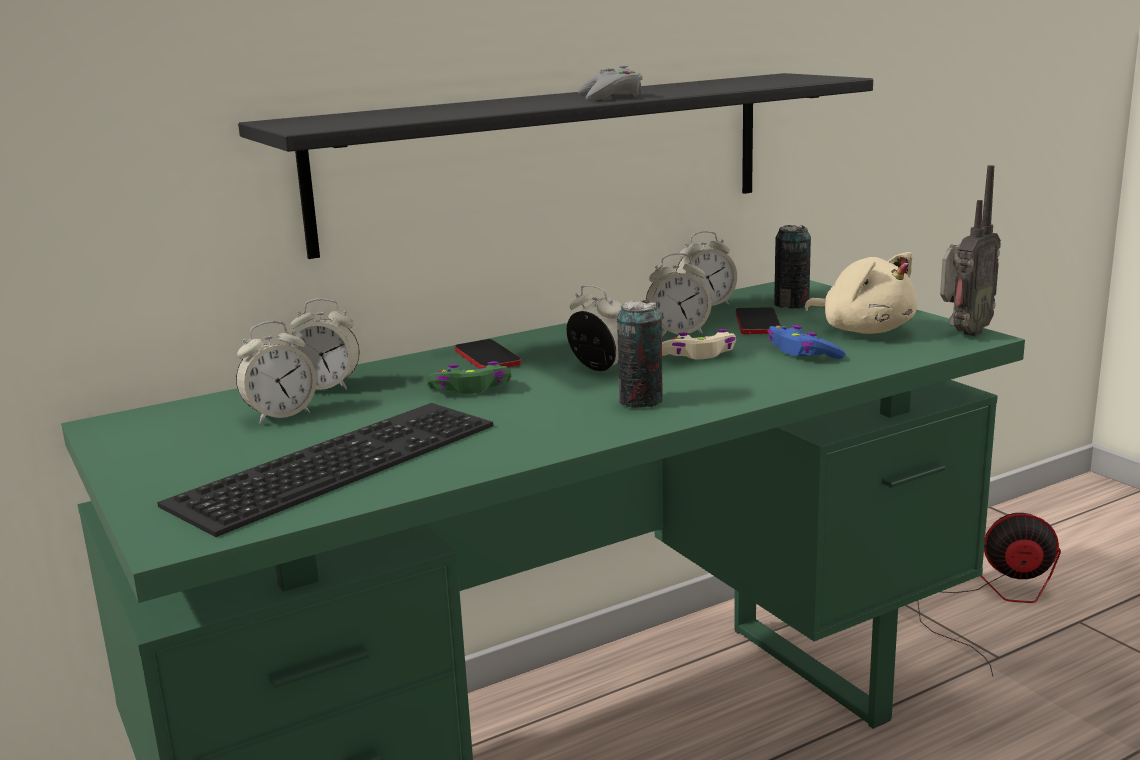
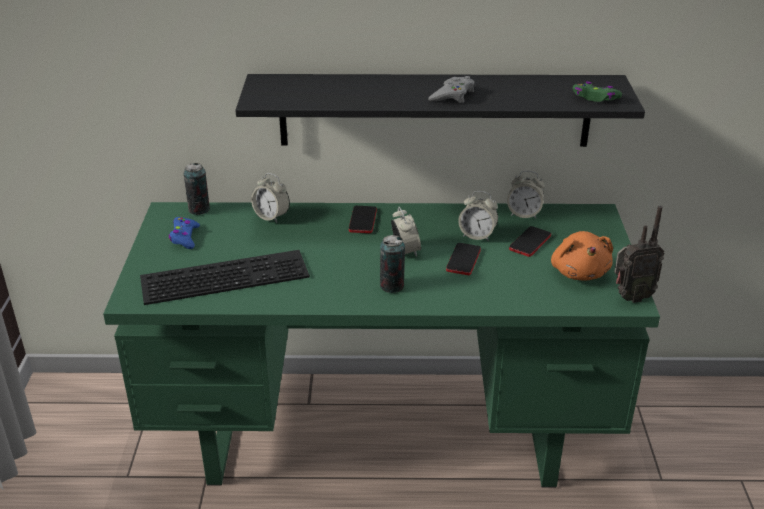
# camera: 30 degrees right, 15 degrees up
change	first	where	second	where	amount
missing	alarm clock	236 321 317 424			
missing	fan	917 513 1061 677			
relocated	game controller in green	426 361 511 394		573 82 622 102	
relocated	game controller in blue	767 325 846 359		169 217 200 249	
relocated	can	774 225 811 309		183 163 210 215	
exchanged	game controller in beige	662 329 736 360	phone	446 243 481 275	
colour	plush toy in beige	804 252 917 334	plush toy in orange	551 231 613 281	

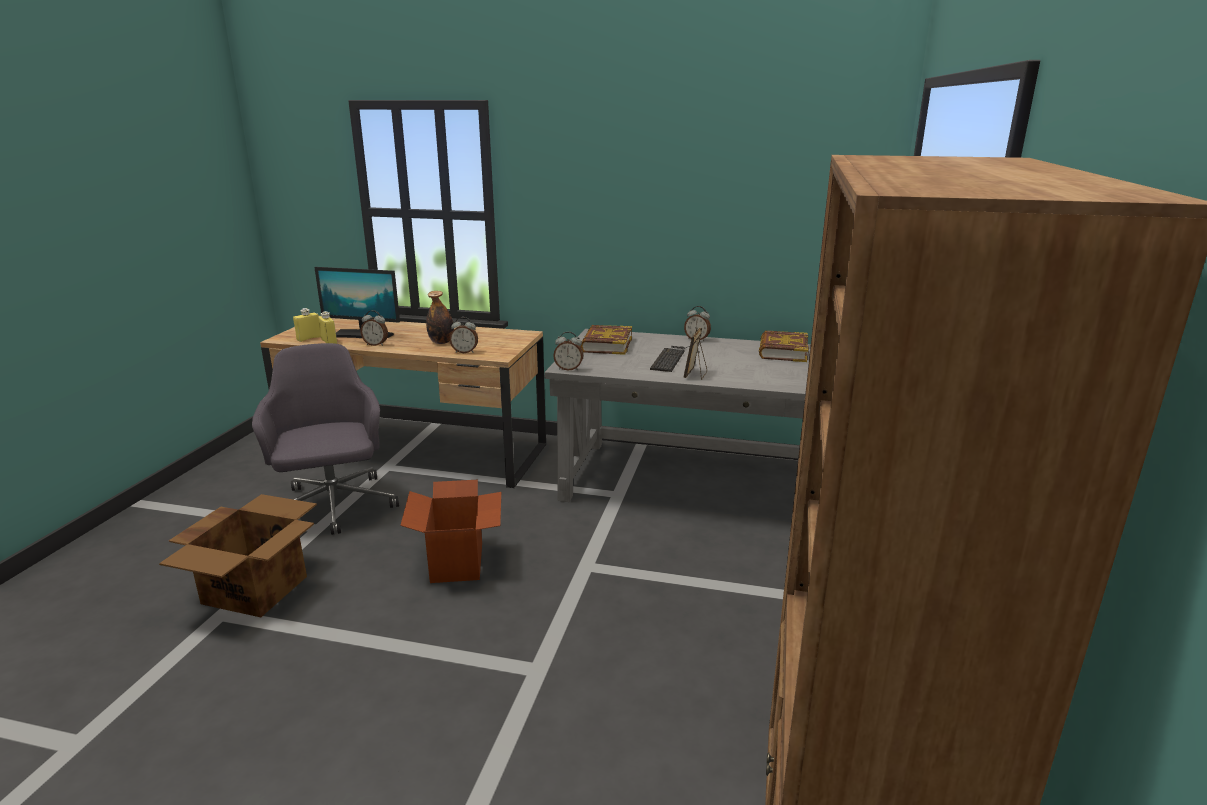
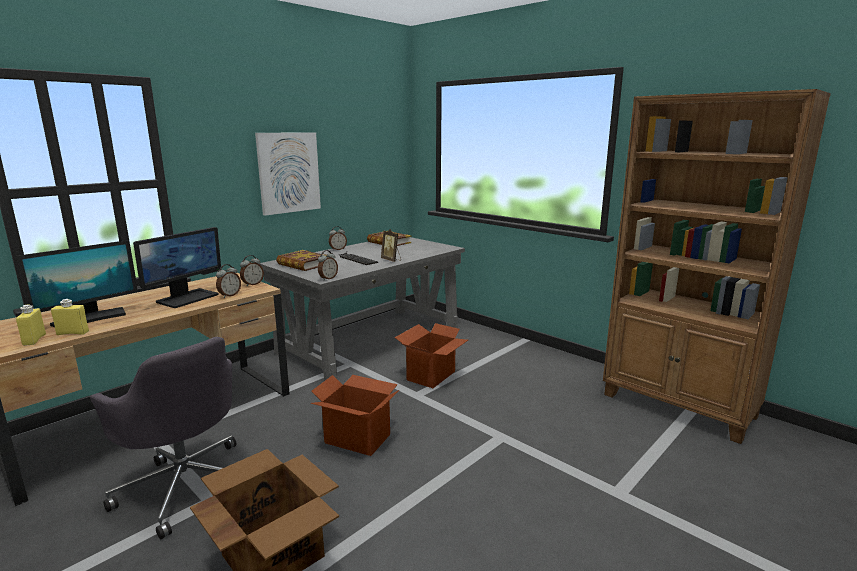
# camera: 60 degrees left, 5 degrees down
change	first	where	second	where	amount
appeared			picture	255 132 321 216	
appeared			cardboard box	395 323 468 388	
relocated	alarm clock	360 310 388 346		240 255 264 286	
exchanged	bottle	426 291 454 344	monitor	133 227 221 308	
spun	office chair in grey	252 343 399 535		90 337 237 539	150 degrees counterclockwise

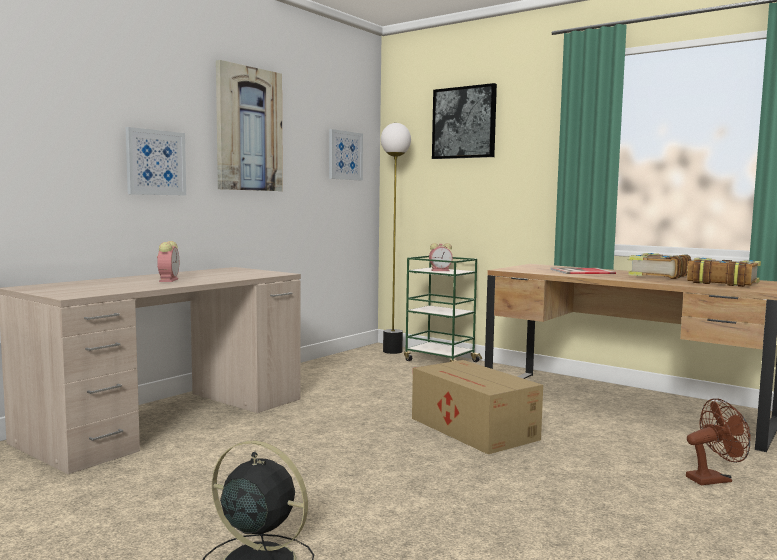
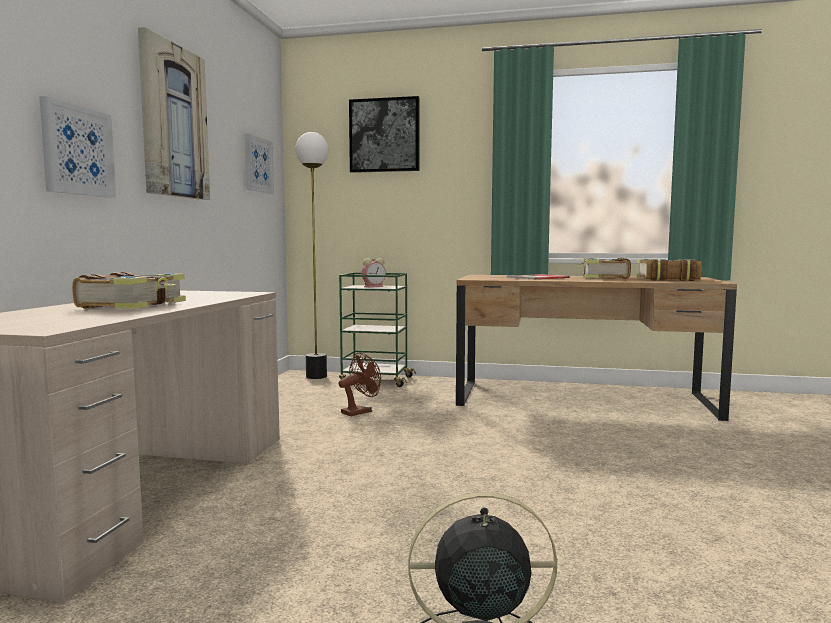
# camera: 25 degrees left, 0 degrees up
change	first	where	second	where	amount
missing	cardboard box	412 360 543 454			
relocated	fan in brown	686 398 751 485		338 352 381 416	
exchanged	alarm clock	157 241 179 282	book	72 272 186 309	

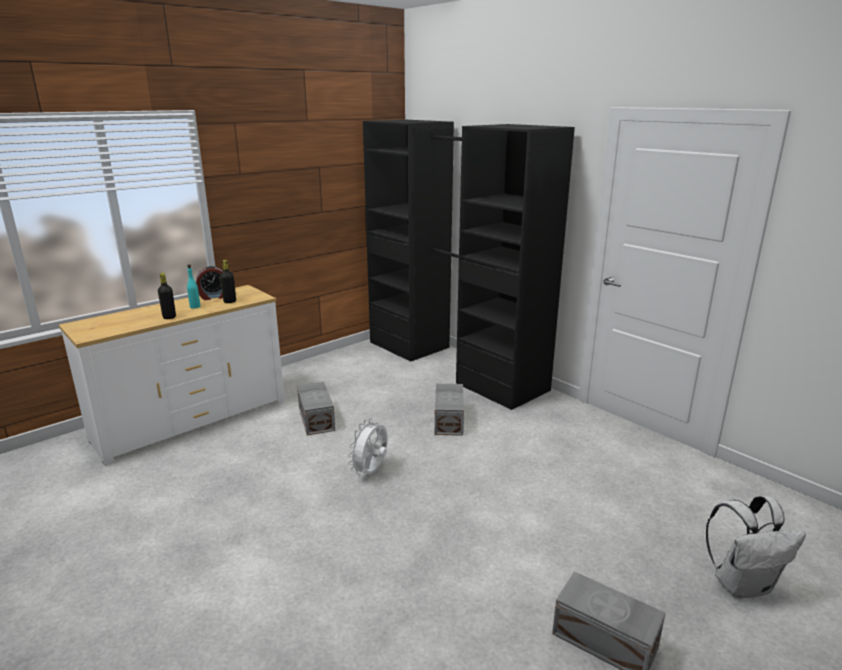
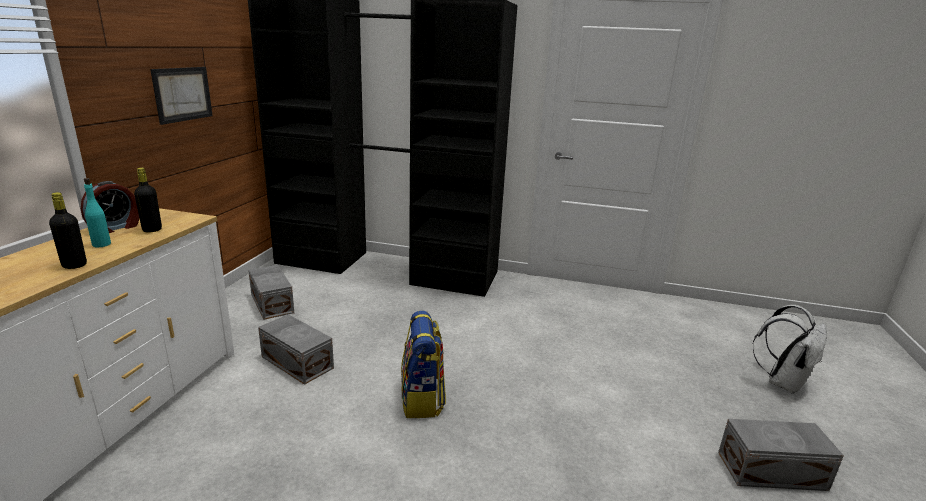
# camera: 35 degrees left, 0 degrees up
change	first	where	second	where	amount
appeared			picture	150 67 213 125	
relocated	storage box in grey	434 384 464 436		248 265 294 320	
exchanged	fan in white	348 418 388 475	backpack	401 311 446 418	

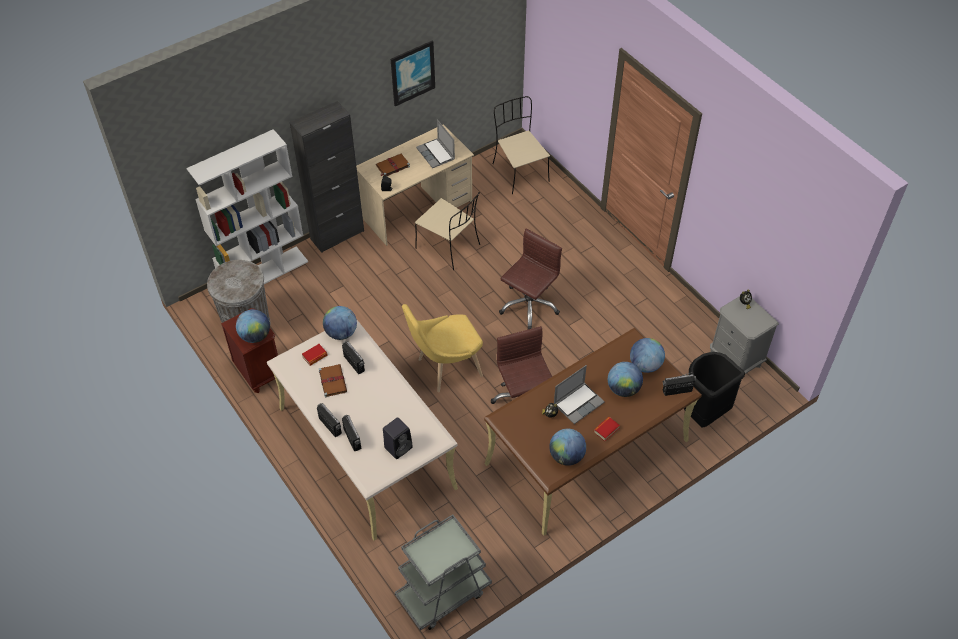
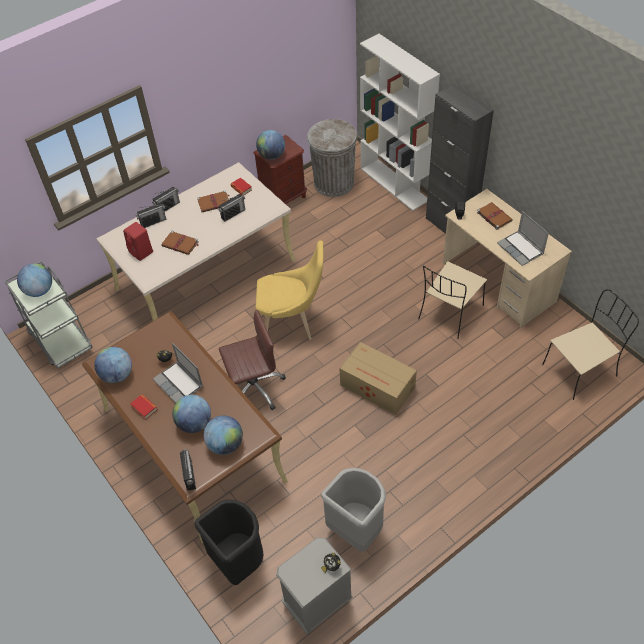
# camera: 90 degrees right, 0 degrees up
change	first	where	second	where	amount
missing	picture	391 40 435 106			
appeared			book in brown	161 231 199 255	
appeared			trash can in grey	321 468 386 552	
relocated	globe	323 306 357 340		17 263 52 297	
exchanged	office chair in brown	499 229 562 329	cardboard box	340 342 417 415	
colour	speaker in black	383 417 413 459	speaker in red	123 222 153 261	
spun	chair in yellow	402 304 483 392		255 240 323 340	120 degrees clockwise
spun	laptop	416 119 455 168		497 211 549 266	90 degrees counterclockwise

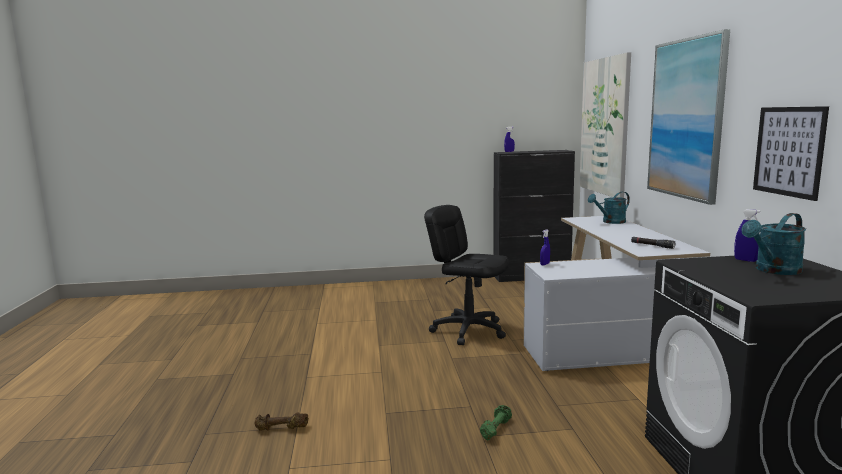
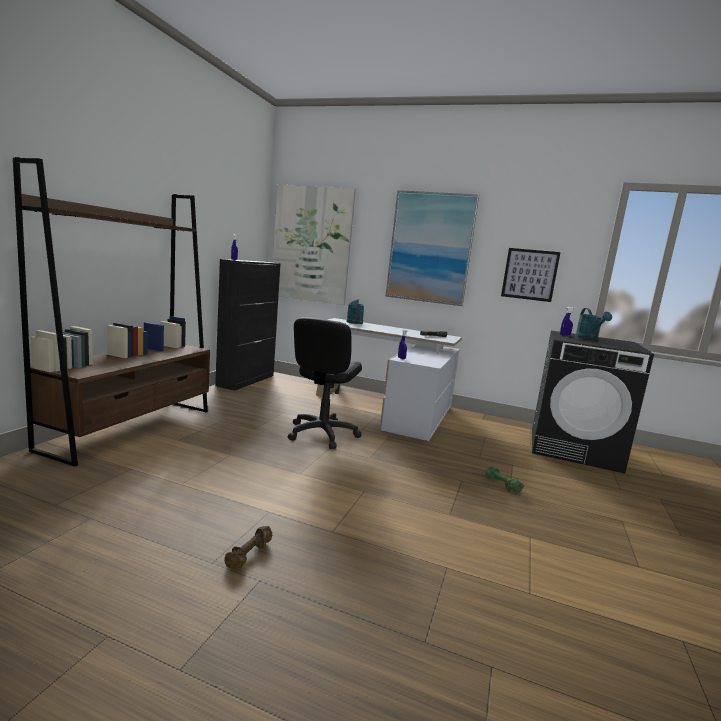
# camera: 65 degrees left, 0 degrees up
change	first	where	second	where	amount
appeared			bookcase in brown	13 157 210 467	
relocated	dumbbell in brown	254 412 309 431		224 526 272 569	
spun	office chair in black	424 205 509 345		288 317 362 449	45 degrees counterclockwise

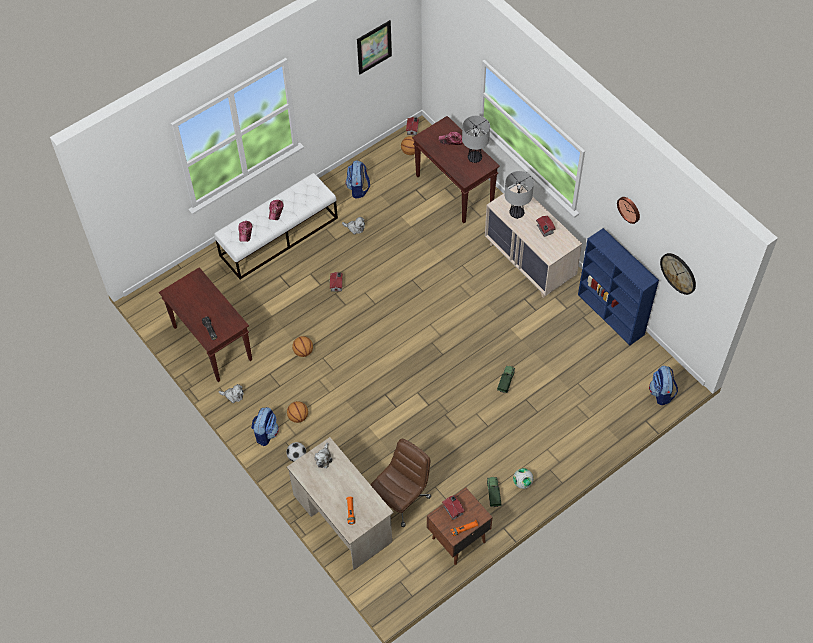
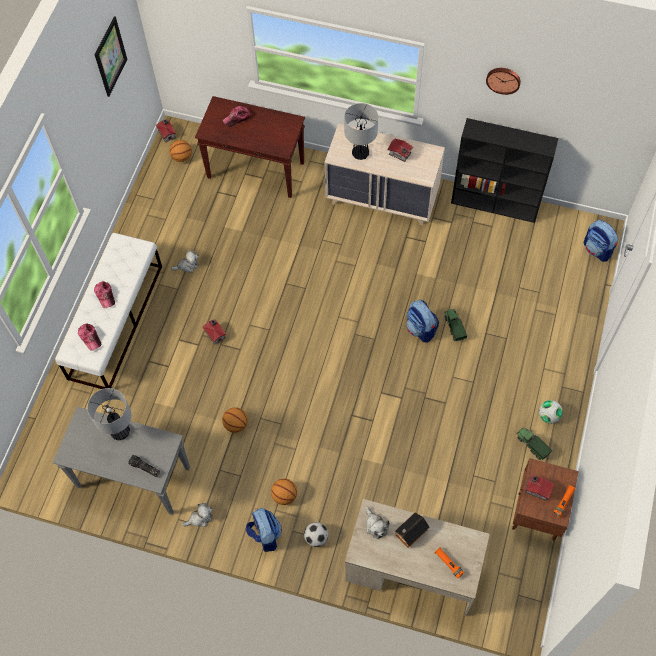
# camera: 35 degrees left, 5 degrees up
change	first	where	second	where	amount
missing	office chair in brown	370 439 431 527			
missing	wall clock	660 253 696 295			
appeared			toy house	394 513 430 548	
relocated	backpack	345 160 370 199		406 300 439 342	
relocated	table lamp	462 116 490 163		87 388 132 440	
colour	console table in brown	159 267 252 382	console table in grey	53 407 190 515	
colour	bookcase in blue	578 228 659 345	bookcase in black	451 118 558 223	

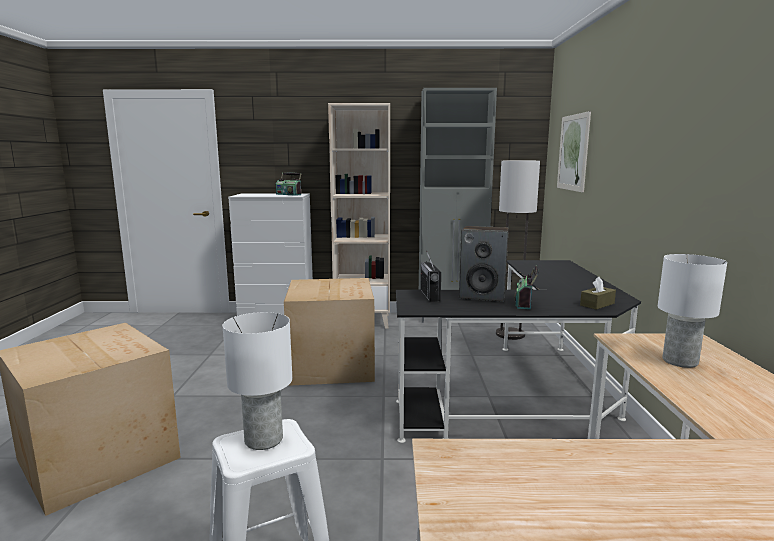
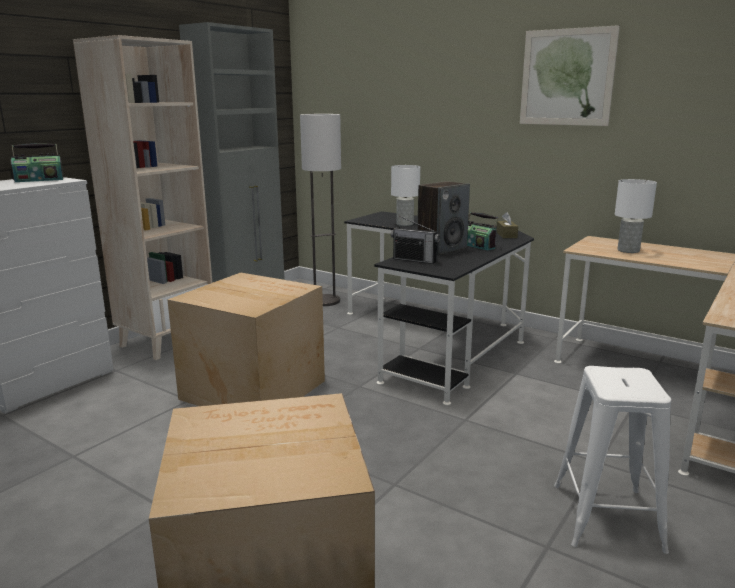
# camera: 55 degrees left, 5 degrees up
change	first	where	second	where	amount
relocated	table lamp in white	223 312 292 450		391 165 420 226	
relocated	picture	557 111 591 192		520 25 620 126	

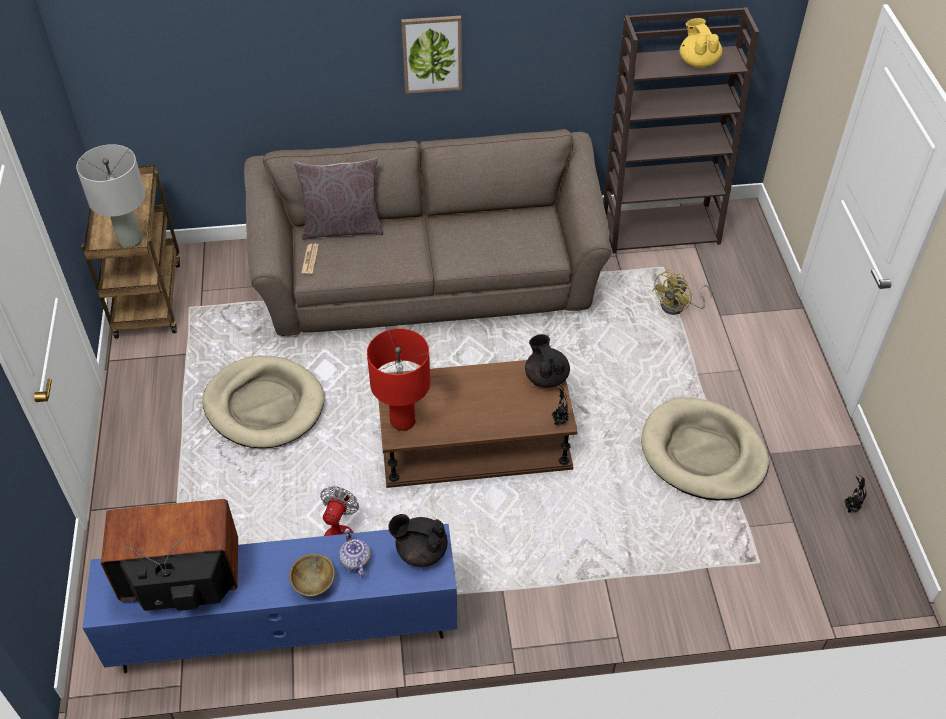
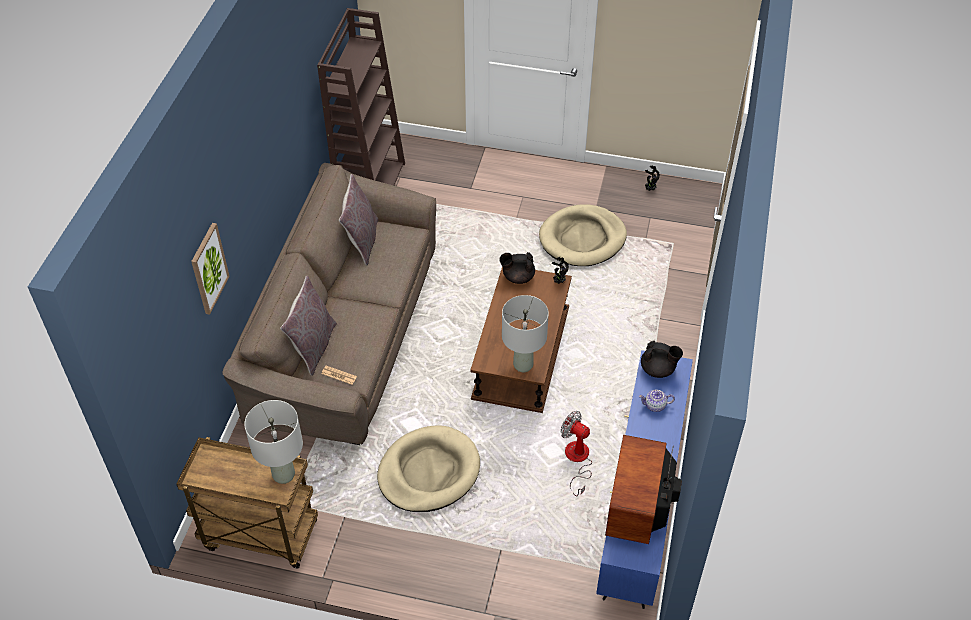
# camera: 70 degrees left, 0 degrees up
change	first	where	second	where	amount
missing	bowl in brown	289 554 335 597			
missing	fan in yellow	652 270 712 315			
missing	teapot in yellow	680 18 722 68			
appeared			pillow in grey	339 174 379 265	
relocated	picture	401 16 462 94		191 223 229 315	
colour	table lamp in red	367 328 430 431	table lamp in grey	502 295 549 372	
spun	teapot in black	388 514 448 567		641 341 683 378	105 degrees counterclockwise

